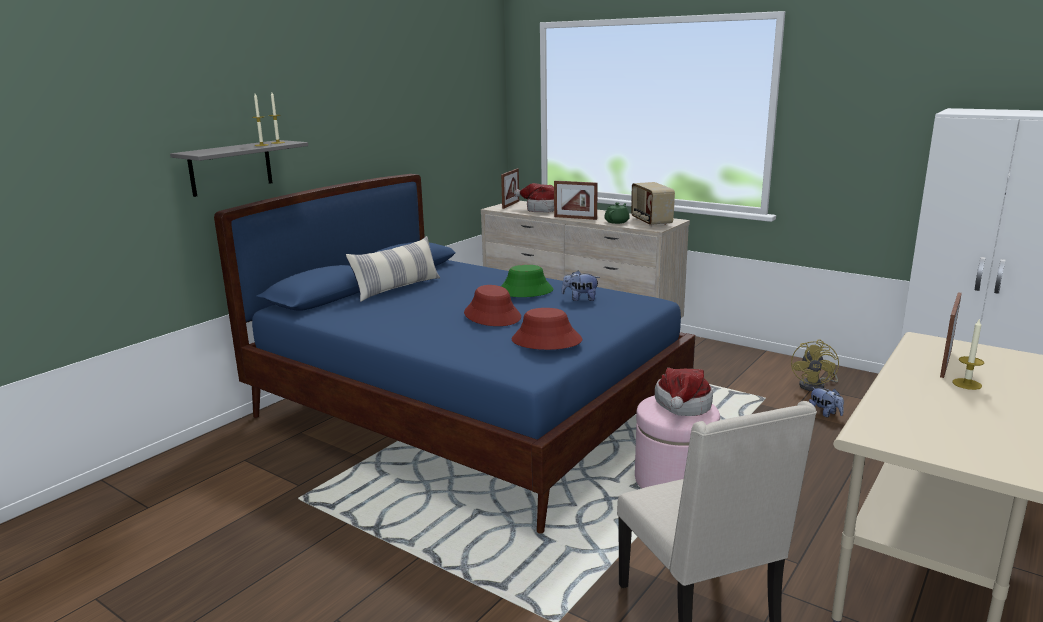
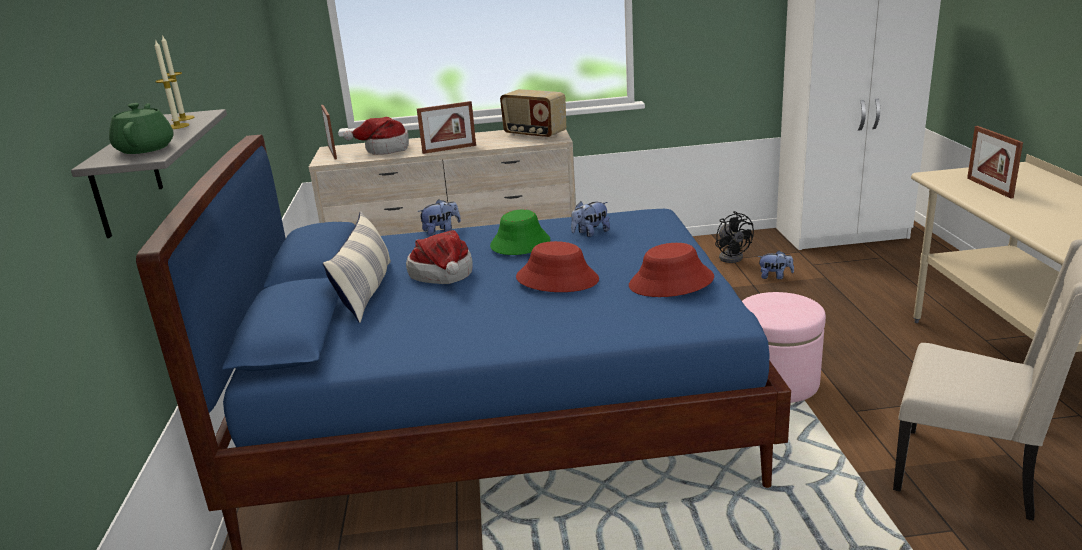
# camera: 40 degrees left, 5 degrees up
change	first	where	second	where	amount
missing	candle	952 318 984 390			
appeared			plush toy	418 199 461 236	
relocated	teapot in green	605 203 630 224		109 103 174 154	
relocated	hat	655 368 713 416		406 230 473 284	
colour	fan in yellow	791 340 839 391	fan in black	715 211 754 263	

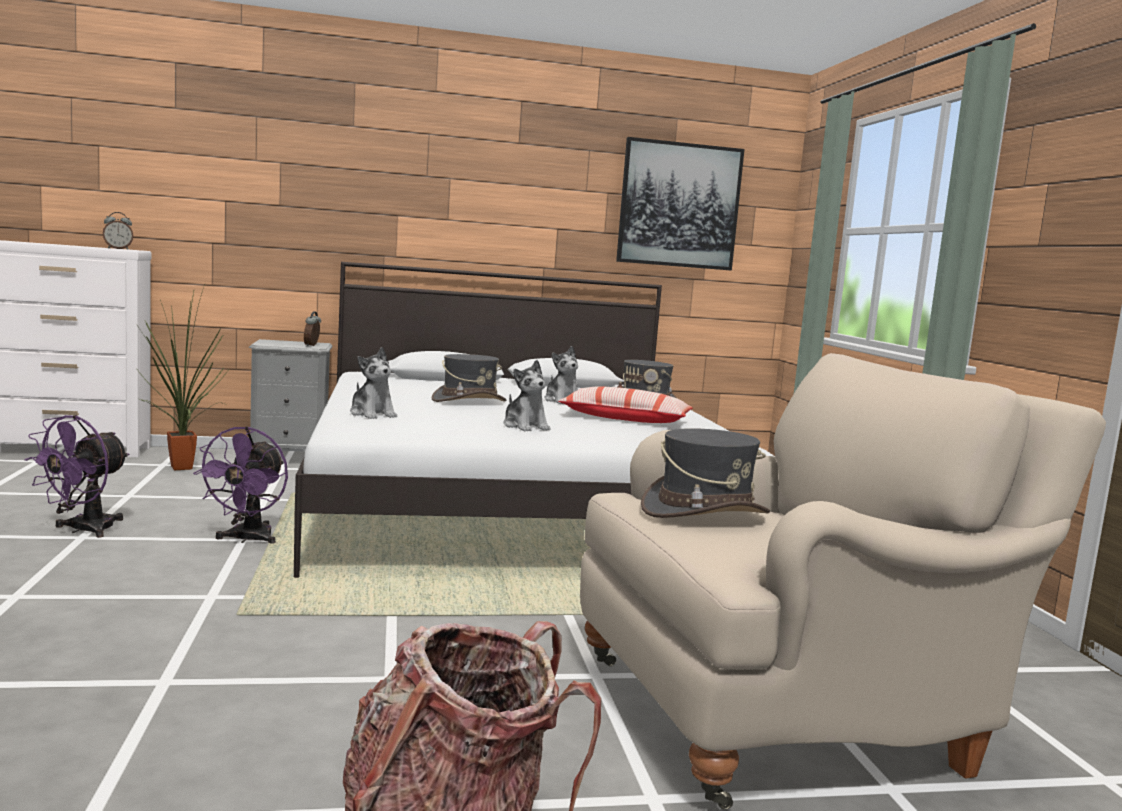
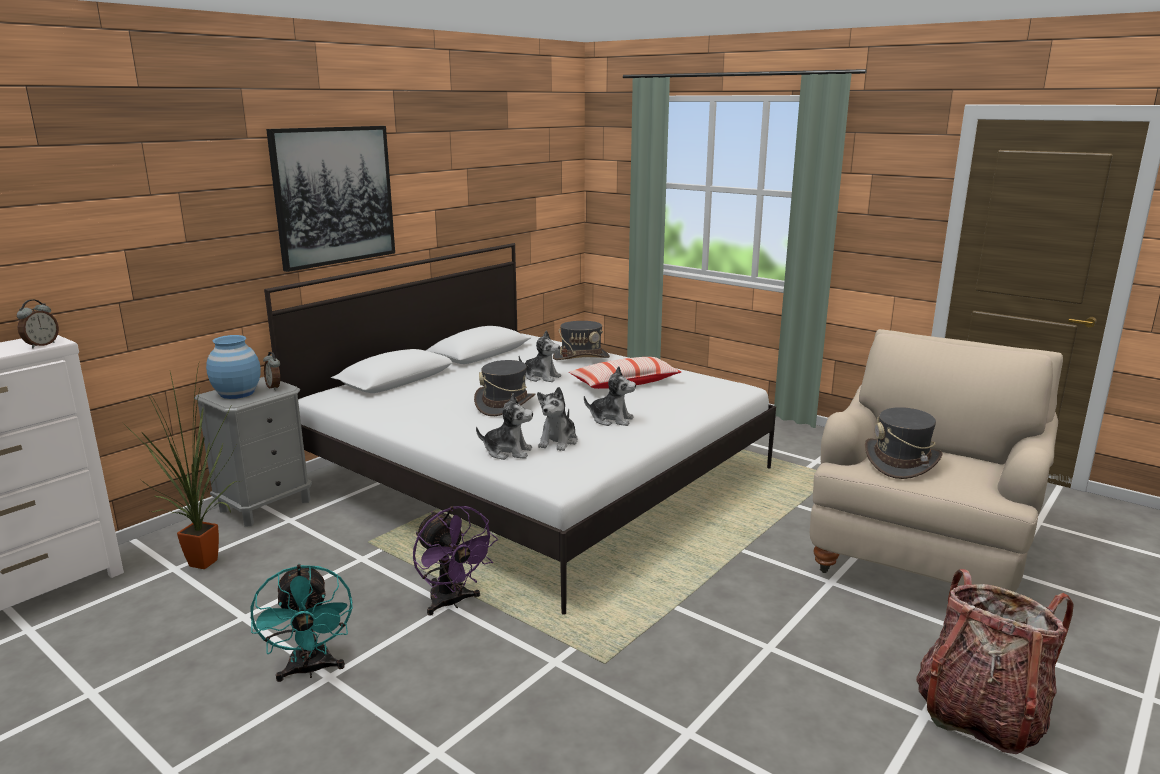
# camera: 40 degrees left, 10 degrees up
change	first	where	second	where	amount
appeared			vase in blue	206 335 261 399	
appeared			plush toy	537 387 578 451	
relocated	picture	616 137 745 270		266 126 395 272	
colour	fan in purple	24 415 129 538	fan in turquoise	251 564 353 682	

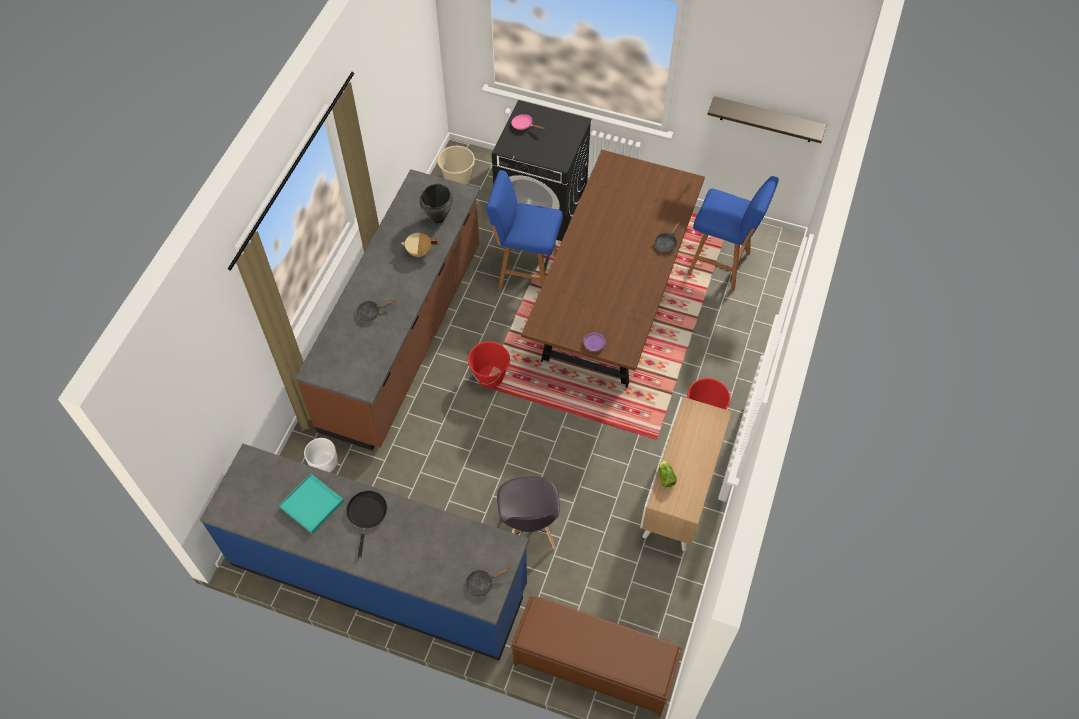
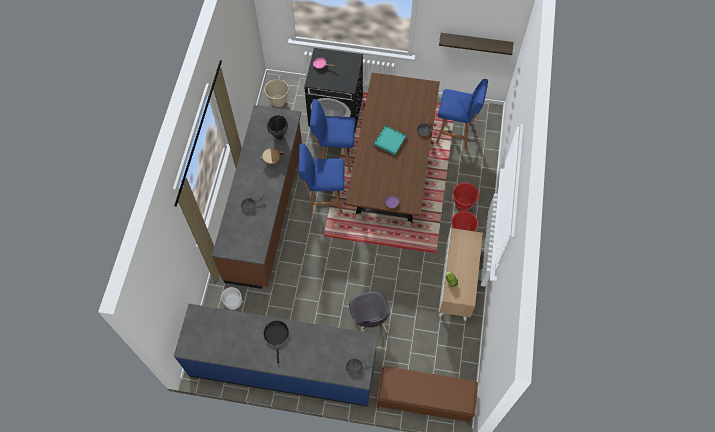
# camera: 10 degrees left, 5 degrees up
change	first	where	second	where	amount
appeared			stool in blue	299 144 345 215	
relocated	tray in turquoise	279 474 344 534		374 126 406 155	
relocated	bucket in red	468 341 510 388		452 183 479 211	

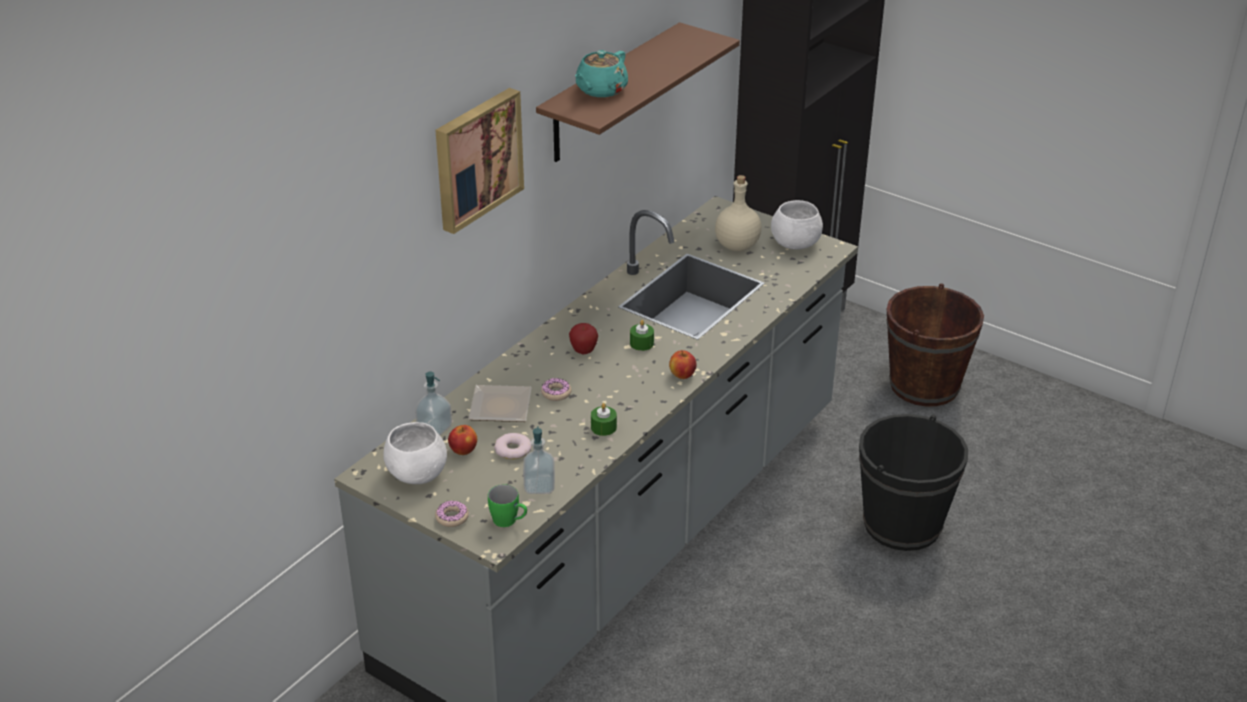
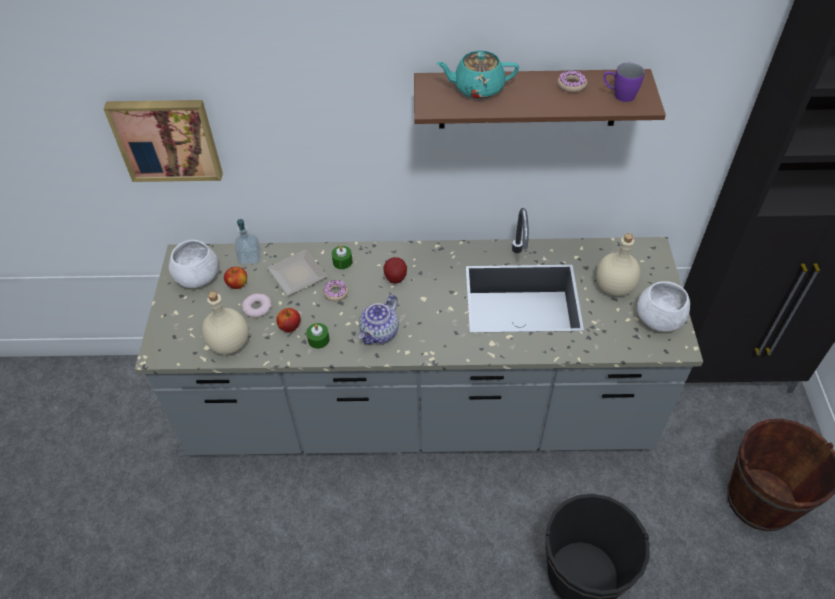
# camera: 55 degrees right, 15 degrees up
change	first	where	second	where	amount
missing	mug in green	488 484 527 527			
appeared			teapot	358 295 399 344	
appeared			mug in purple	604 63 645 102	
relocated	picture	435 88 524 234		104 100 223 182	
relocated	donut	435 501 469 527		558 70 587 93	
relocated	candle in green	630 320 654 351		332 245 353 269	
relocated	apple	669 350 697 379		276 308 301 332	
exchanged	soap dispenser	523 426 555 494	bottle in beige	202 291 249 355	

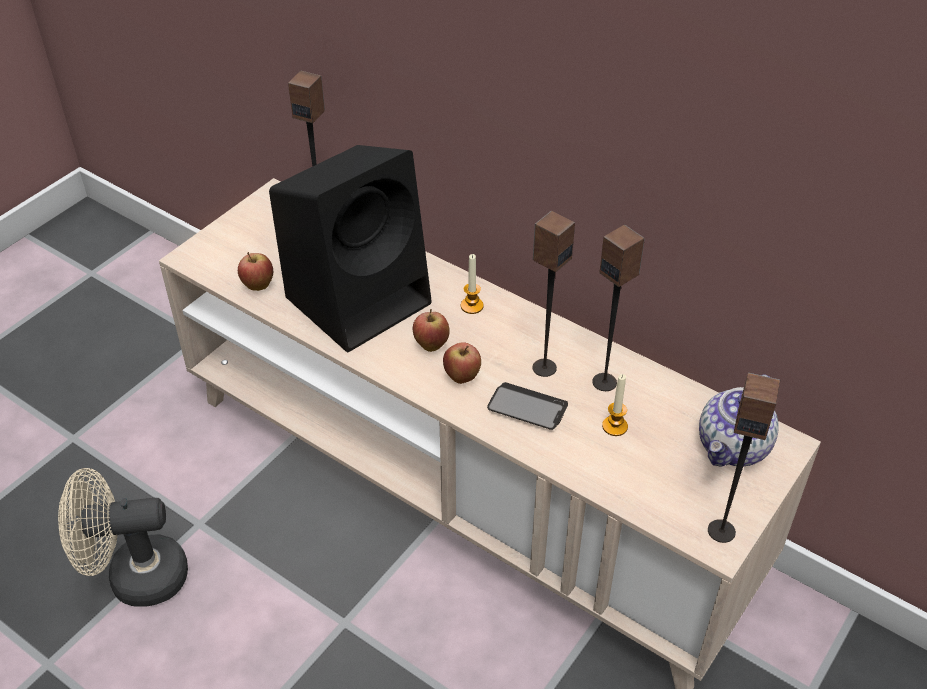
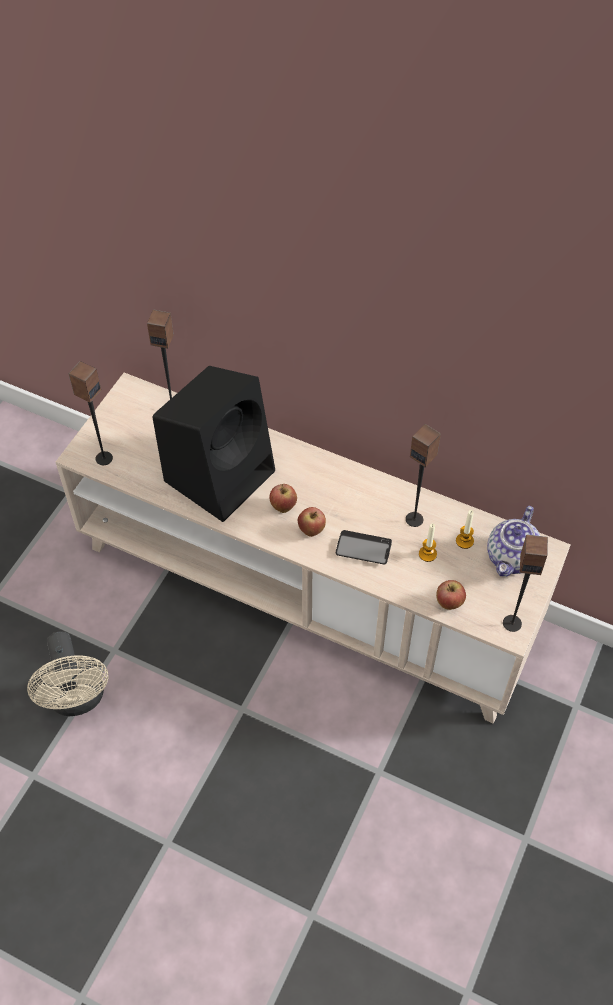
# camera: 10 degrees left, 10 degrees up
change	first	where	second	where	amount
relocated	apple	238 252 273 291		436 580 466 610	
relocated	candle	461 254 484 314		456 510 474 549	
relocated	speaker	532 211 575 377		68 361 113 465	
spun	fan in beige	58 468 188 607		27 631 108 716	90 degrees counterclockwise

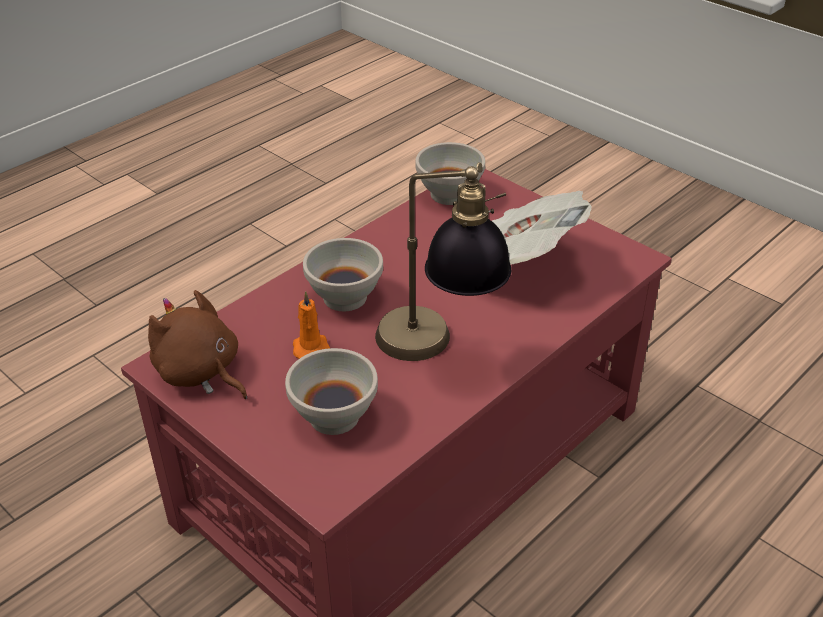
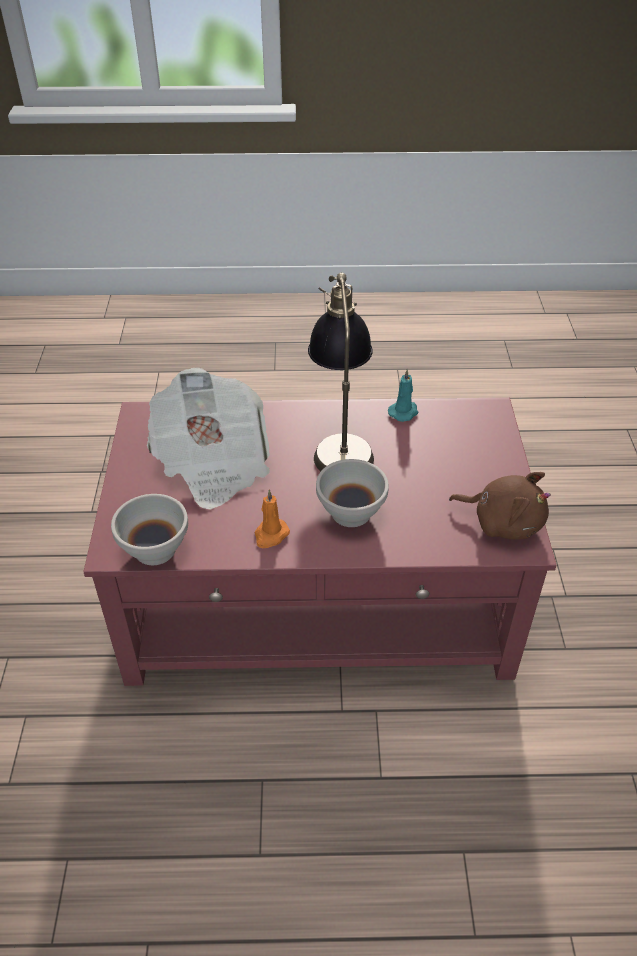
# camera: 135 degrees left, 5 degrees up
change	first	where	second	where	amount
missing	bowl in white	285 348 378 435			
appeared			candle in turquoise	388 368 418 422	
relocated	candle in orange	293 291 330 359		255 489 290 548	
spun	plush toy in brown	148 290 247 399		449 472 551 540	60 degrees counterclockwise

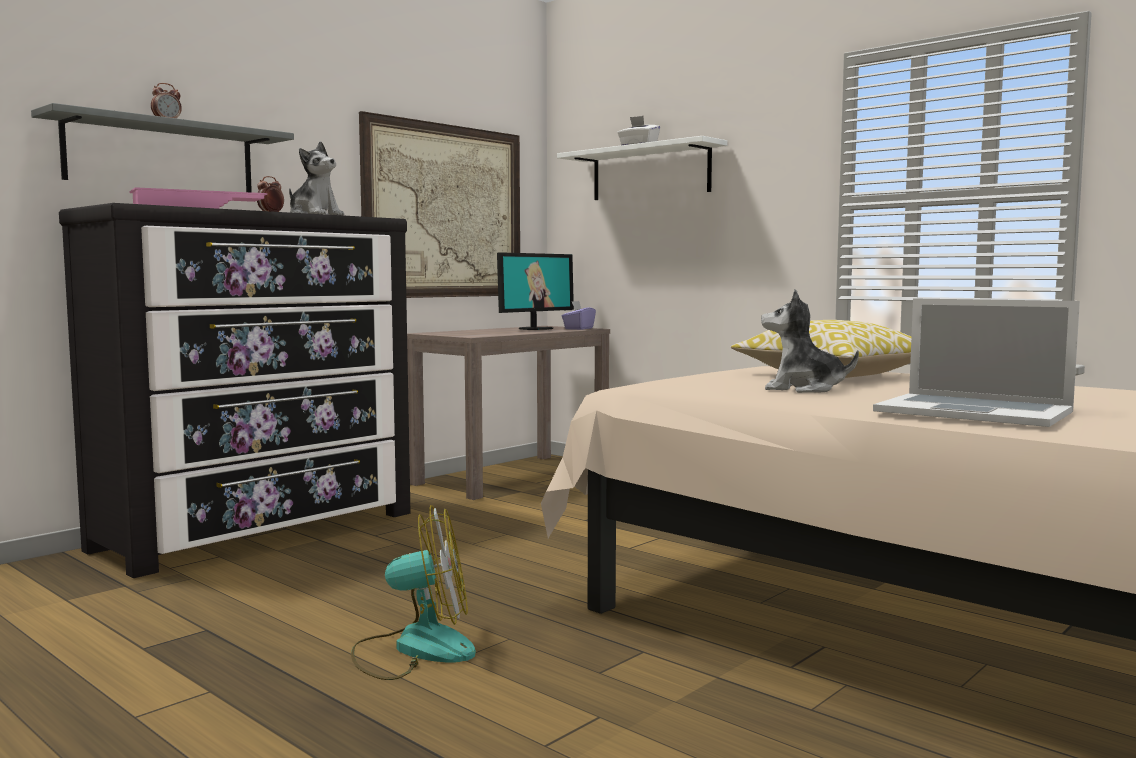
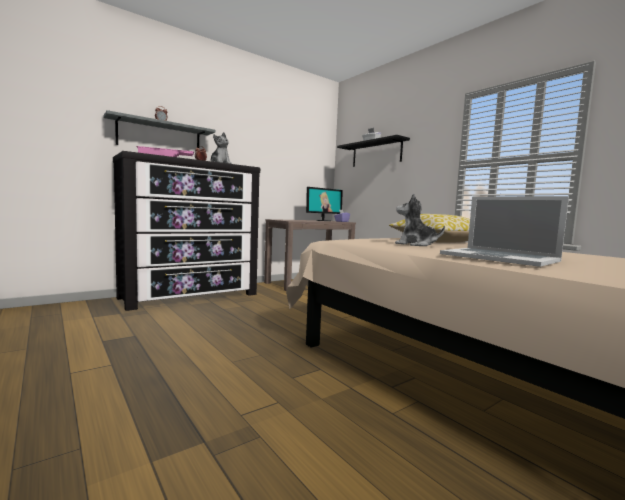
# camera: 10 degrees right, 0 degrees up
change	first	where	second	where	amount
missing	fan	351 505 476 680			
missing	picture	359 111 520 298			
colour	shelf in white	557 136 728 200	shelf in black	337 135 410 167	

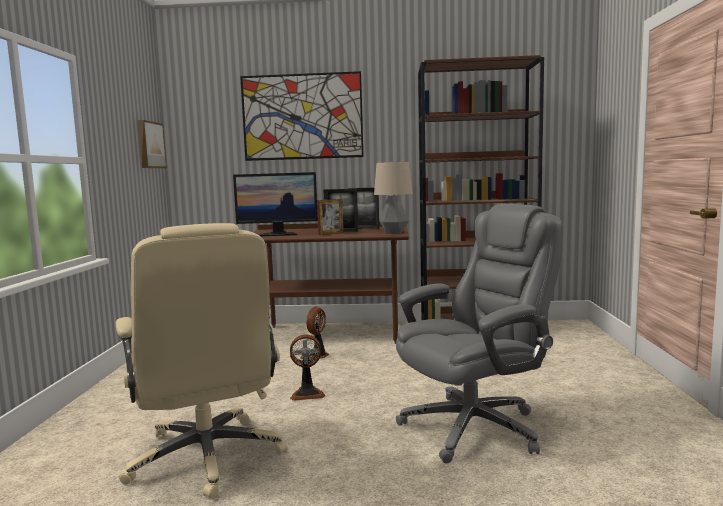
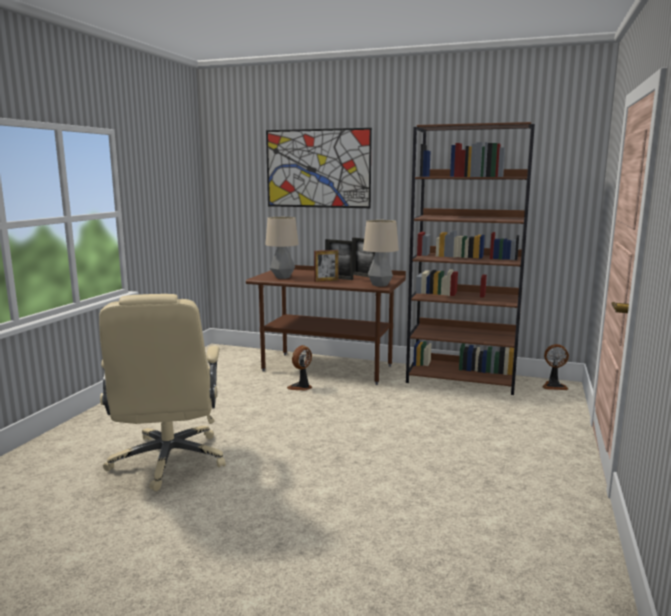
# camera: 15 degrees right, 5 degrees up
change	first	where	second	where	amount
missing	picture	138 120 167 168			
missing	office chair in grey	396 204 563 463			
relocated	fan	290 334 325 401		542 344 569 390	
exchanged	monitor	233 172 318 236	table lamp	265 217 299 279	

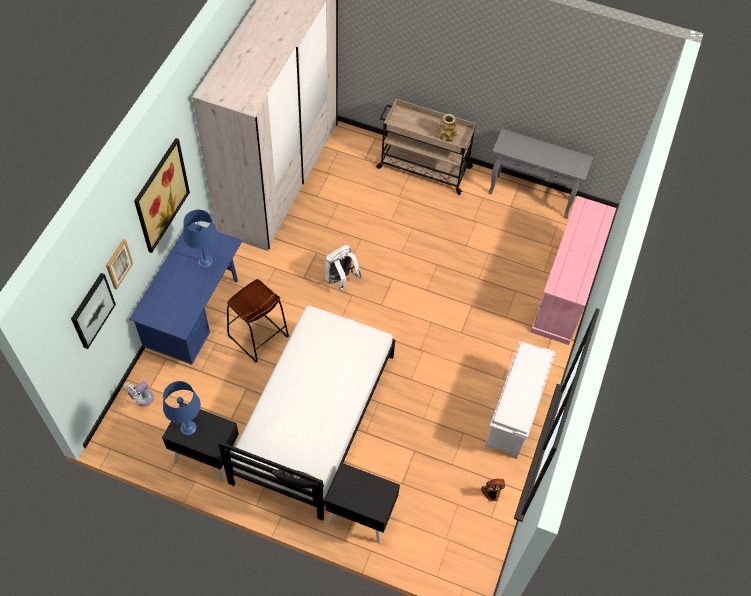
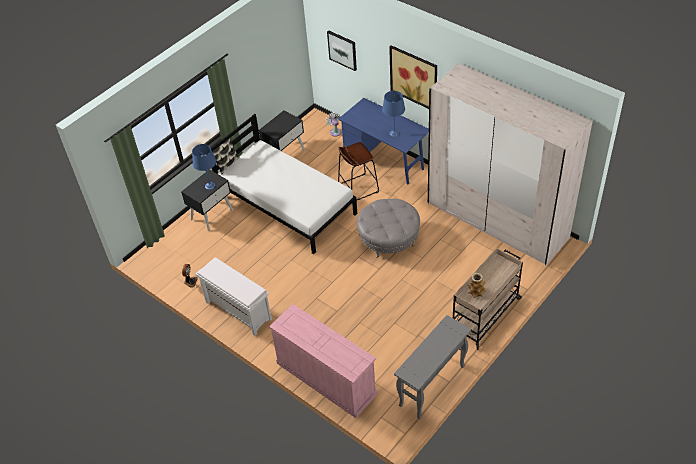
# camera: 115 degrees right, 10 degrees down
change	first	where	second	where	amount
missing	picture	106 239 133 289			
relocated	table lamp in blue	163 381 201 435		192 144 216 190	
exchanged	backpack in white	325 245 362 291	ottoman in grey	357 199 420 258	

